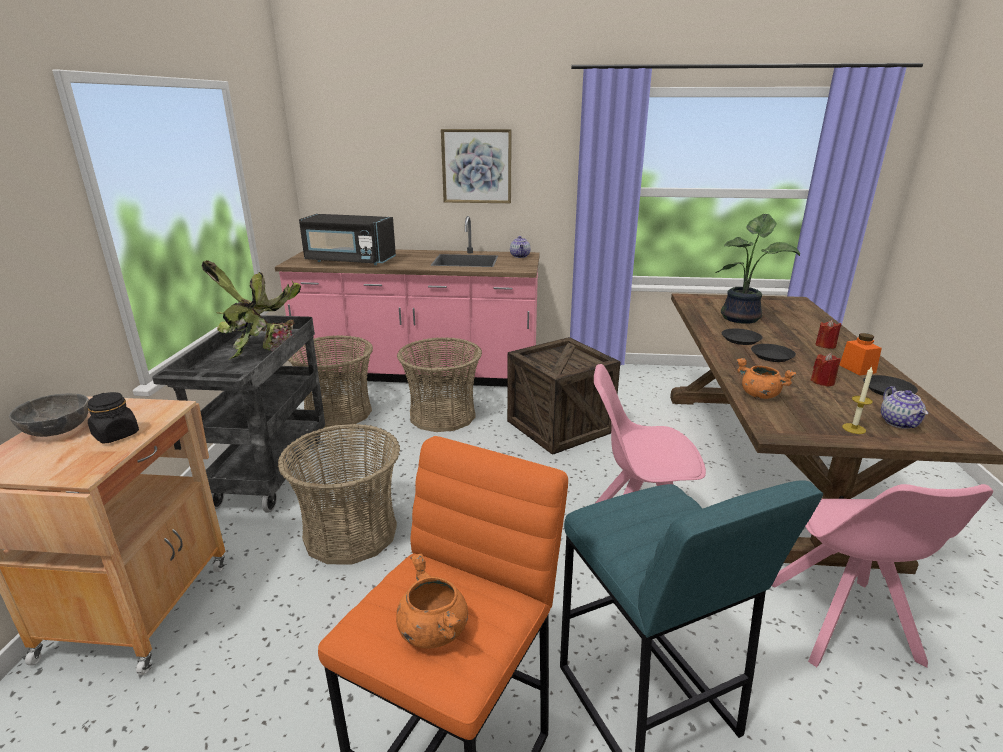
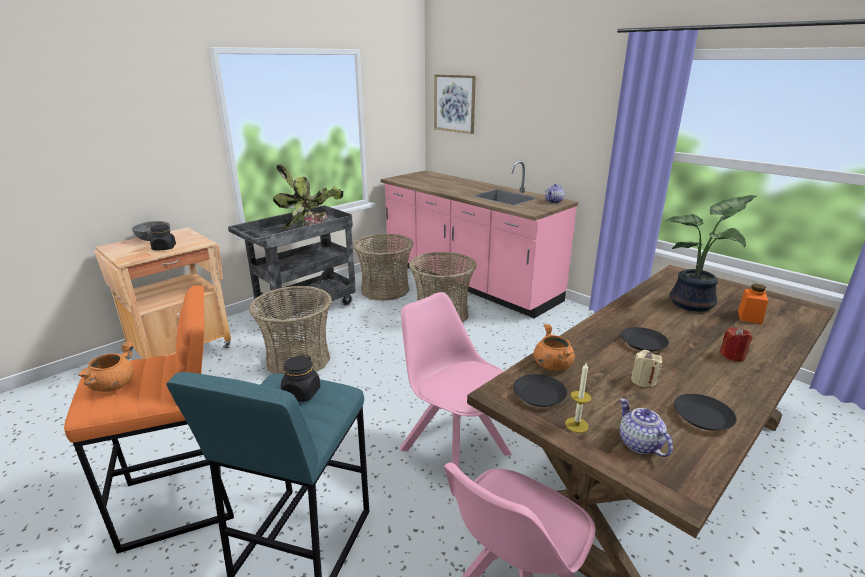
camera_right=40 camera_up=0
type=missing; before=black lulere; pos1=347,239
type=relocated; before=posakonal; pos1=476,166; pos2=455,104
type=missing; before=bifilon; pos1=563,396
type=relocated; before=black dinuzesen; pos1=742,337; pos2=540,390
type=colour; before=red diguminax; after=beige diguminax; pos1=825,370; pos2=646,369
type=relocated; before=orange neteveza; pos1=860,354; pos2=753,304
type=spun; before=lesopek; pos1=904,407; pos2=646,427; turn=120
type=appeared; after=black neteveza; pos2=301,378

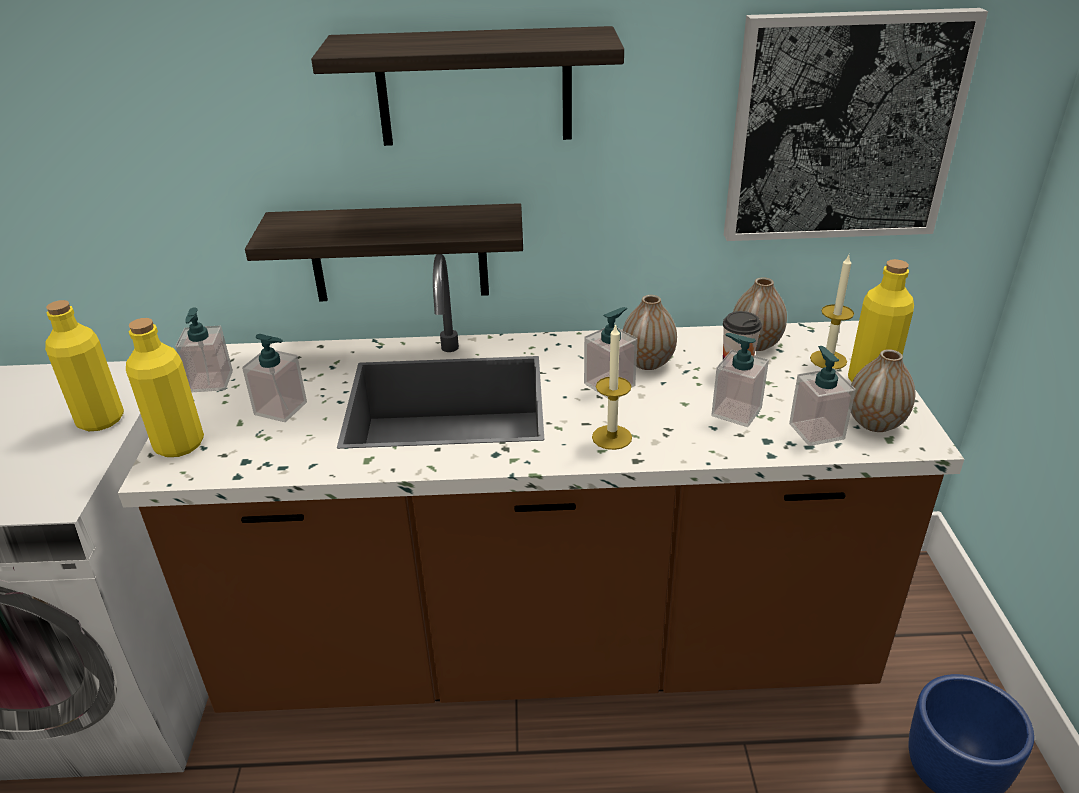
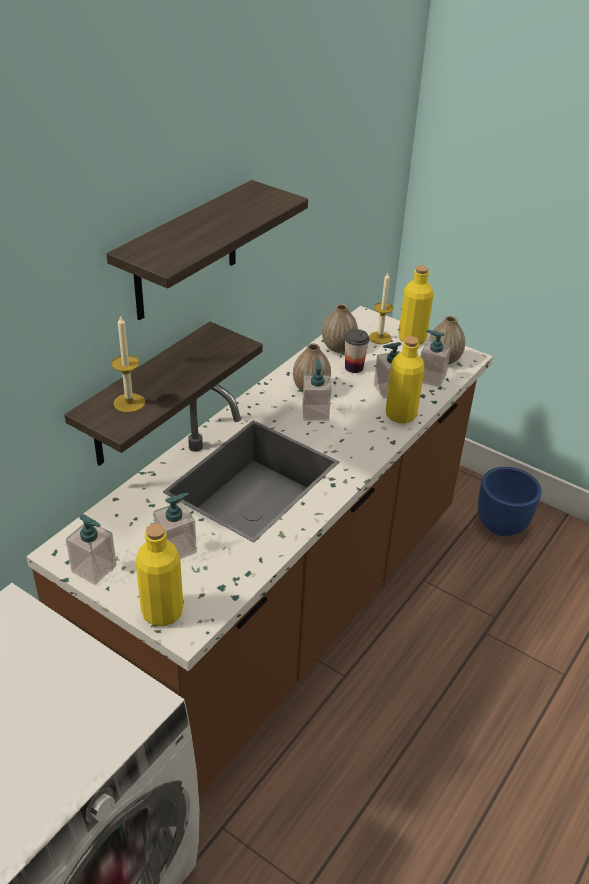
camera_right=-55 camera_up=5
type=relocated; before=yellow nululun; pos1=84,365; pos2=405,379
type=relocated; before=diguminax; pos1=612,386; pos2=128,363
type=missing; before=posakonal; pos1=856,124

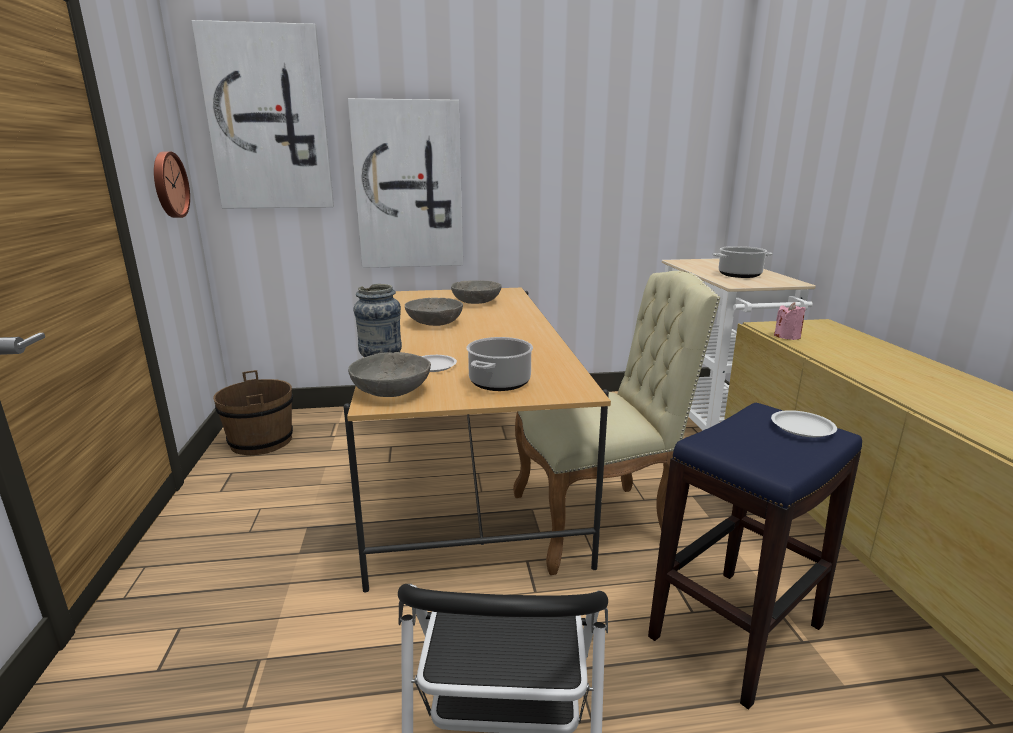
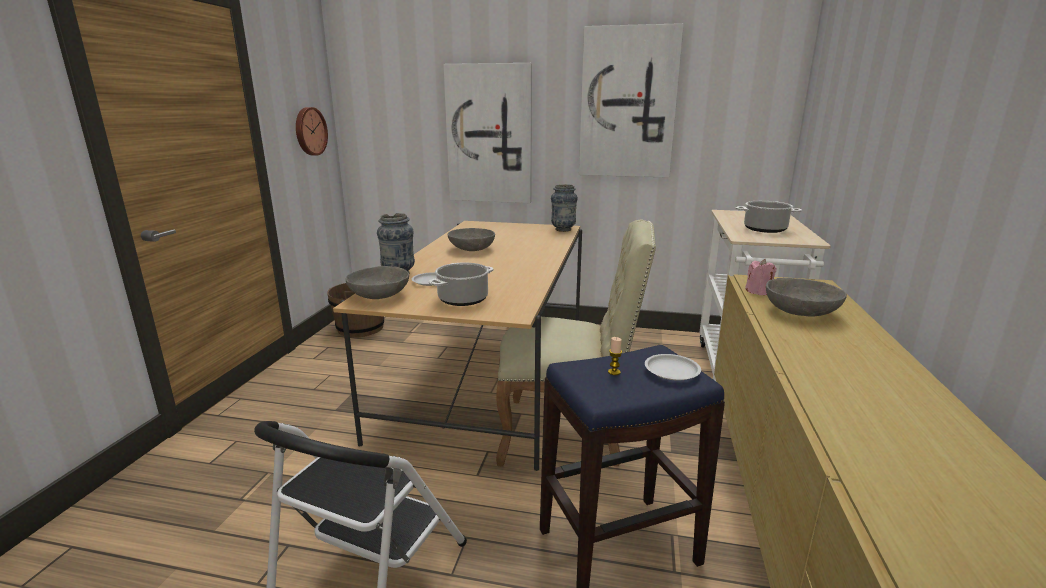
camera_right=20 camera_up=0
type=relocated; before=posakonal; pos1=262,114; pos2=631,100
type=relocated; before=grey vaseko; pos1=476,292; pos2=806,297
type=appeared; after=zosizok; pos2=564,208
type=appeared; after=diguminax; pos2=615,356

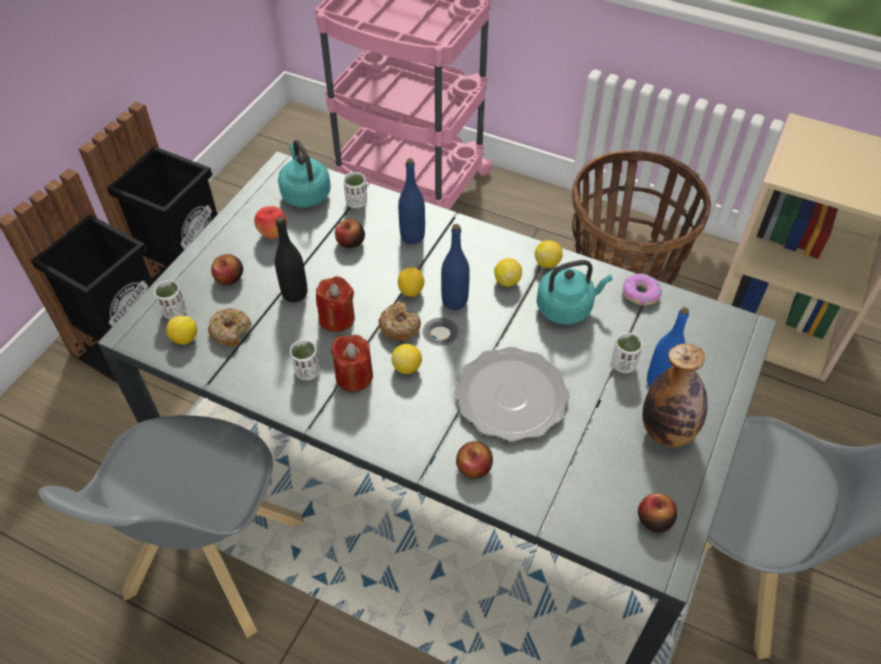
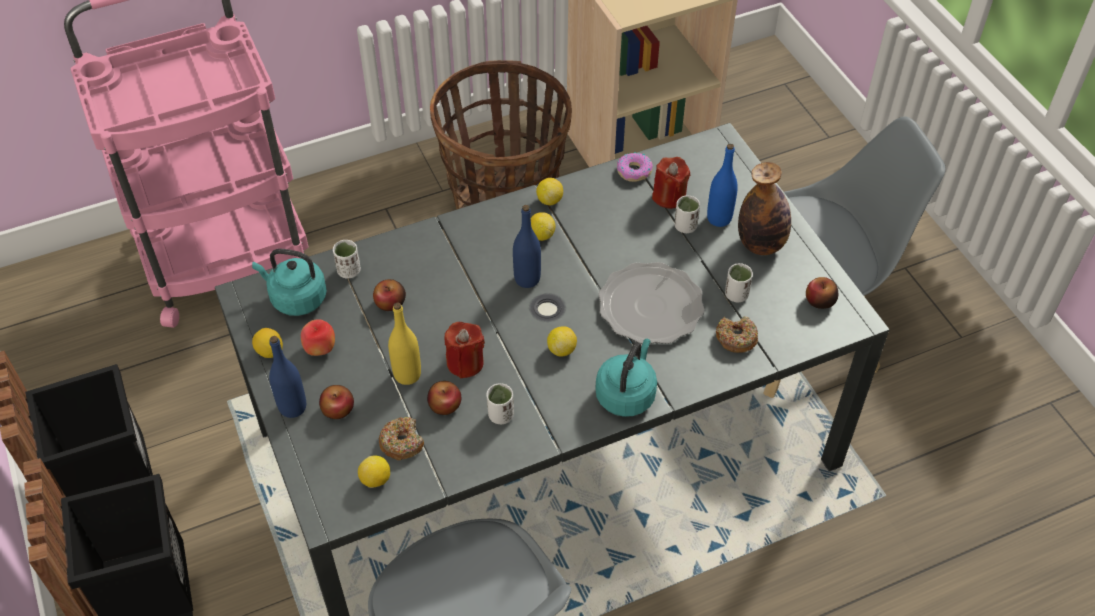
camera_right=-50 camera_up=0
type=relocated; before=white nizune; pos1=170,299; pos2=739,282
type=colour; before=black nululun; after=yellow nululun; pos1=291,259; pos2=404,343
type=relocated; before=red diguminax; pos1=352,363; pos2=671,183
type=relocated; before=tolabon; pos1=400,321; pos2=737,334
type=relocated; before=blue nululun; pos1=411,201; pos2=287,377
type=relocated; before=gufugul; pos1=411,282; pos2=267,343
type=relocated; before=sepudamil; pos1=474,459; pos2=444,398
type=relocated; before=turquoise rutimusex; pos1=574,292; pos2=626,378

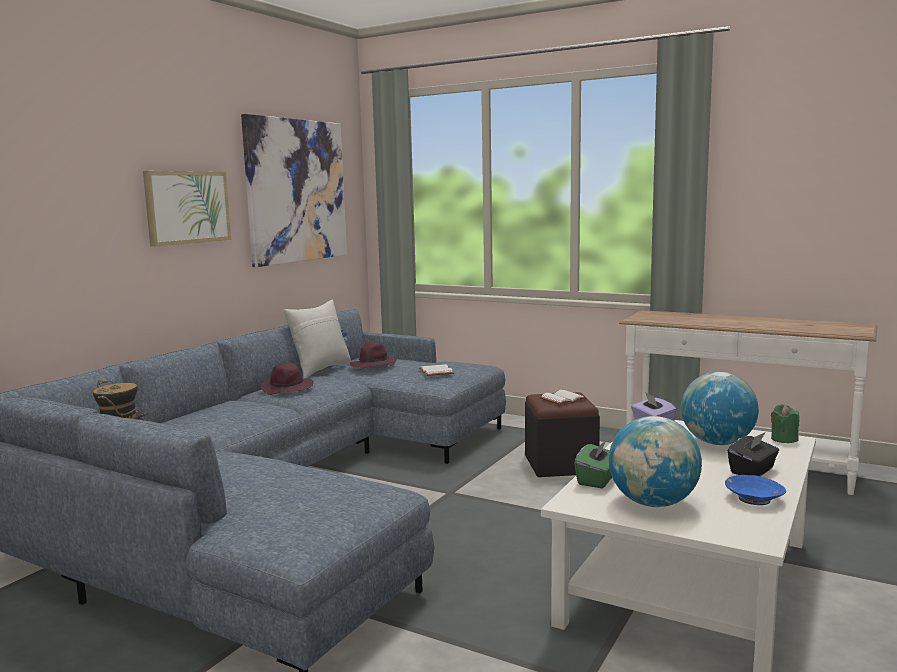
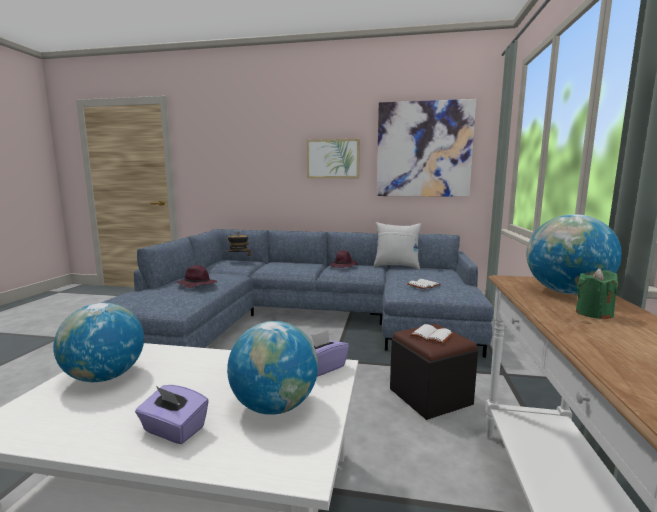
camera_right=70 camera_up=0
type=relocated; before=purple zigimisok; pos1=373,355; pos2=197,276
type=missing; before=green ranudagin; pos1=593,463
type=missing; before=blue vaseko; pos1=755,490
type=colour; before=black ranudagin; after=purple ranudagin; pos1=753,454; pos2=172,414
type=relocated; before=green diguminax; pos1=785,424; pos2=597,293
type=appeared; after=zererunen; pos2=574,254

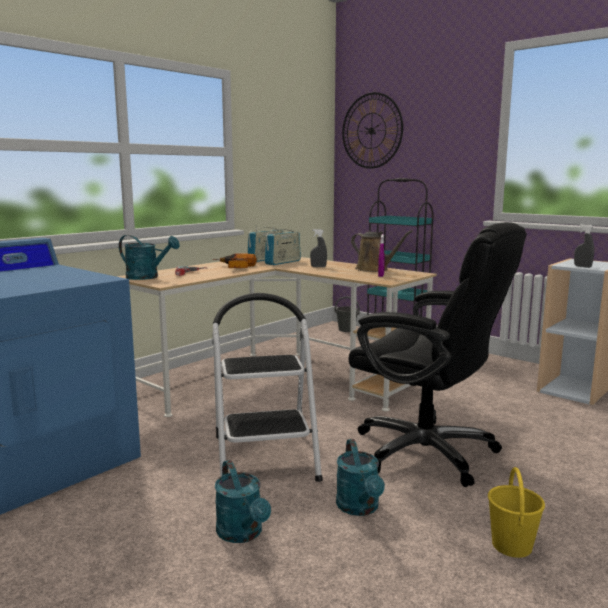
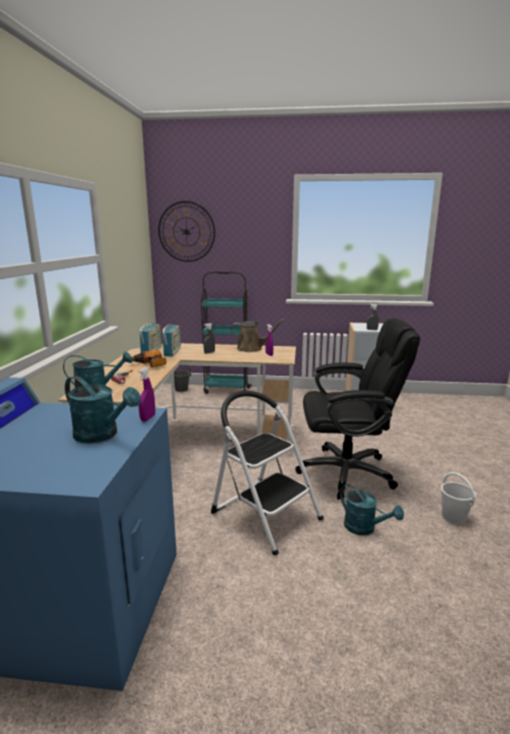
camera_right=-35 camera_up=5
type=relocated; before=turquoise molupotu; pos1=243,501; pos2=103,409
type=colour; before=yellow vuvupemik; after=white vuvupemik; pos1=516,512; pos2=458,498
type=appeared; after=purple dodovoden; pos2=146,394

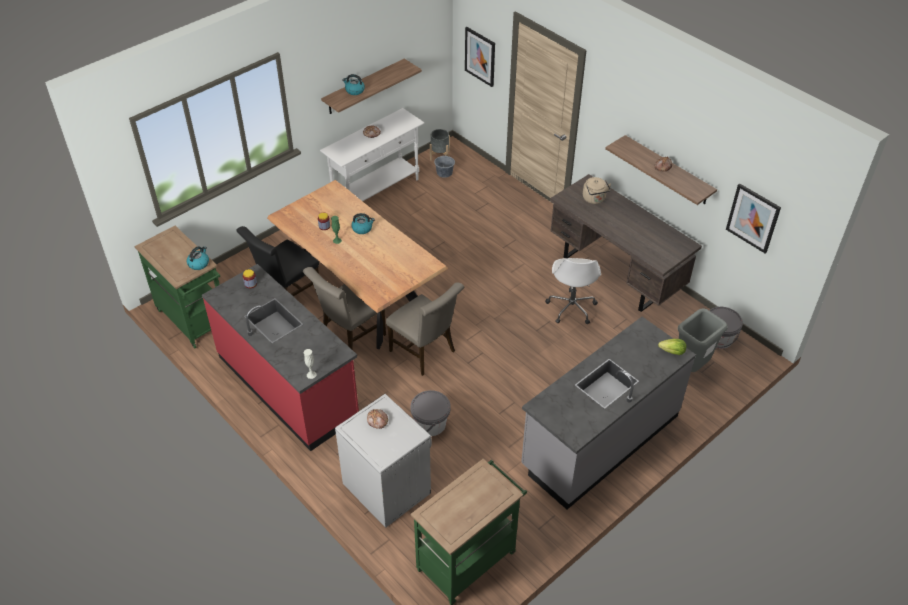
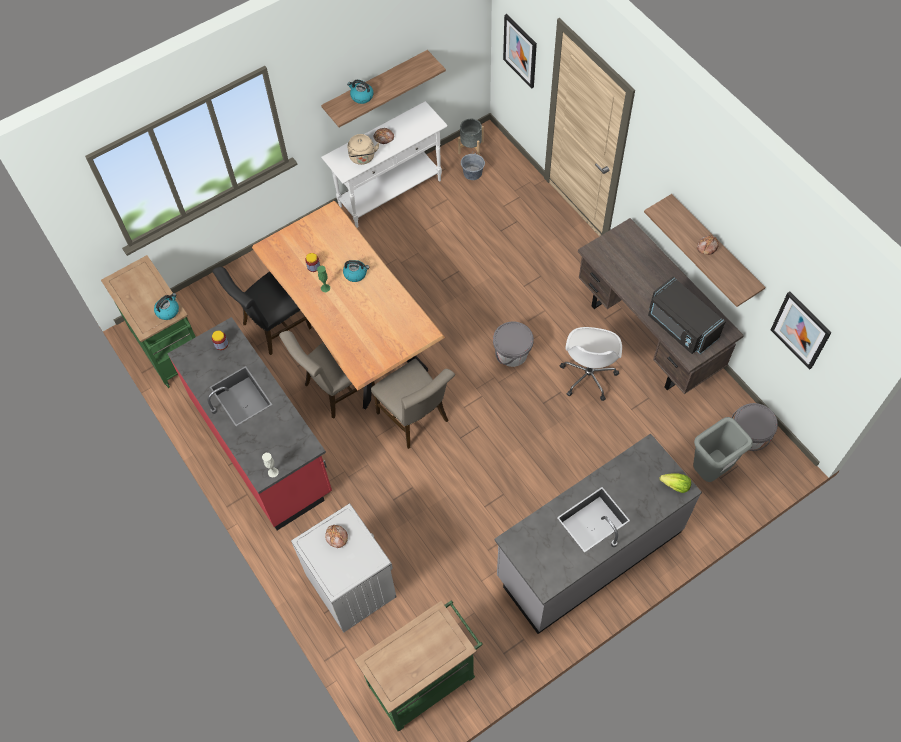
camera_right=10 camera_up=15
type=relocated; before=grey vuvupemik; pos1=430,413; pos2=513,344
type=relocated; before=beige rutimusex; pos1=597,190; pos2=364,149
type=appeared; after=black lulere; pos2=687,315

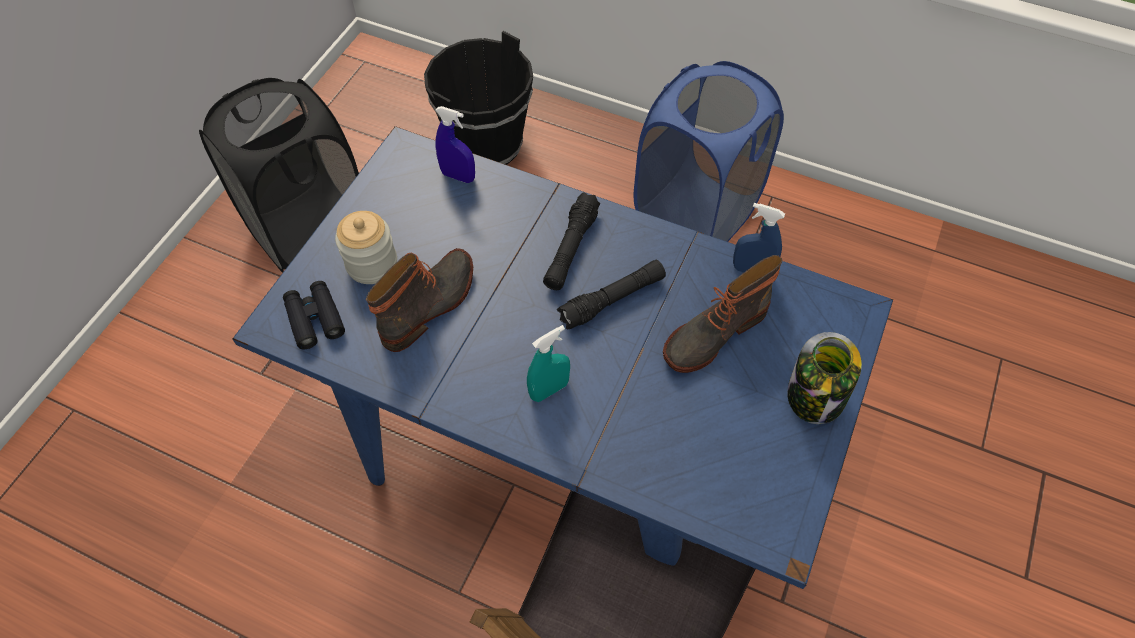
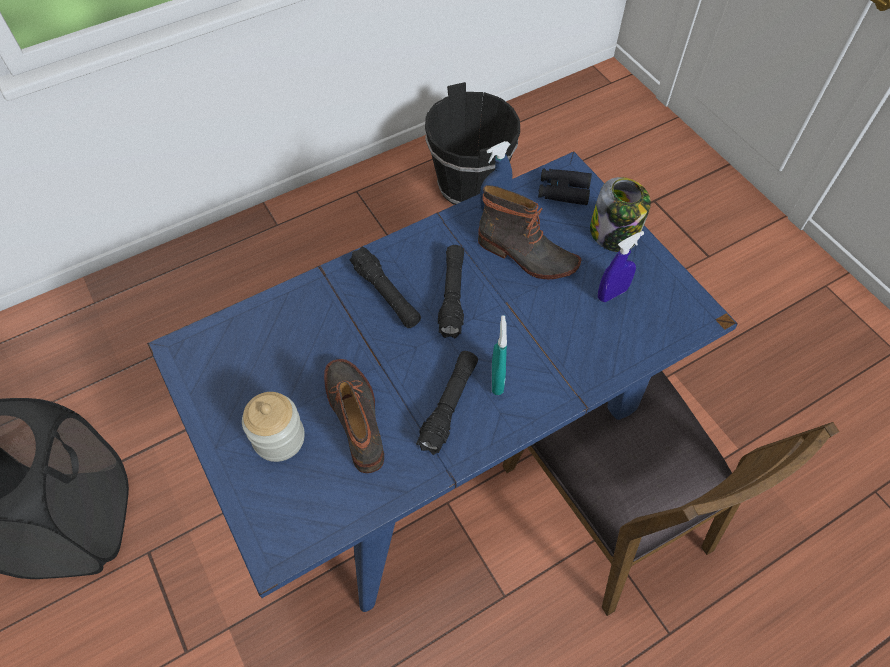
camera_right=-55 camera_up=0
type=relocated; before=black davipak; pos1=314,315; pos2=565,186
type=relocated; before=black vuvupemik; pos1=478,98; pos2=472,143
type=relocated; before=blue dodovoden; pos1=455,144; pos2=621,266
type=missing; before=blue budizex; pos1=709,151
type=spun; before=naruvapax; pos1=723,314; pos2=529,232; turn=-60
type=appeared; after=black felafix; pos2=447,403

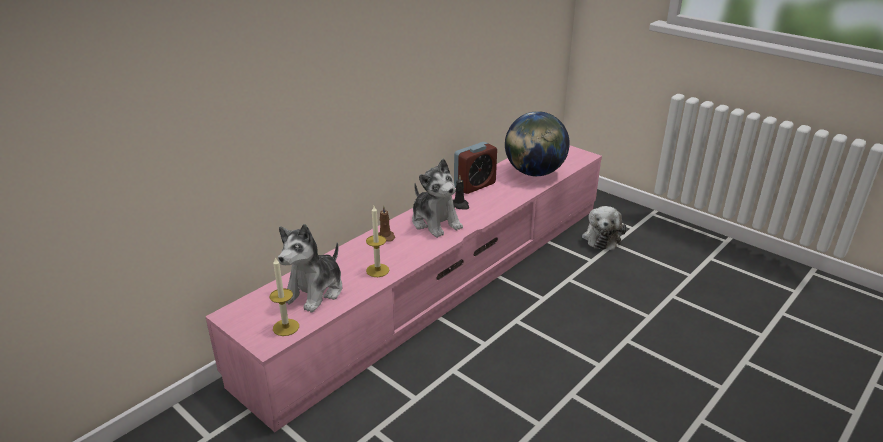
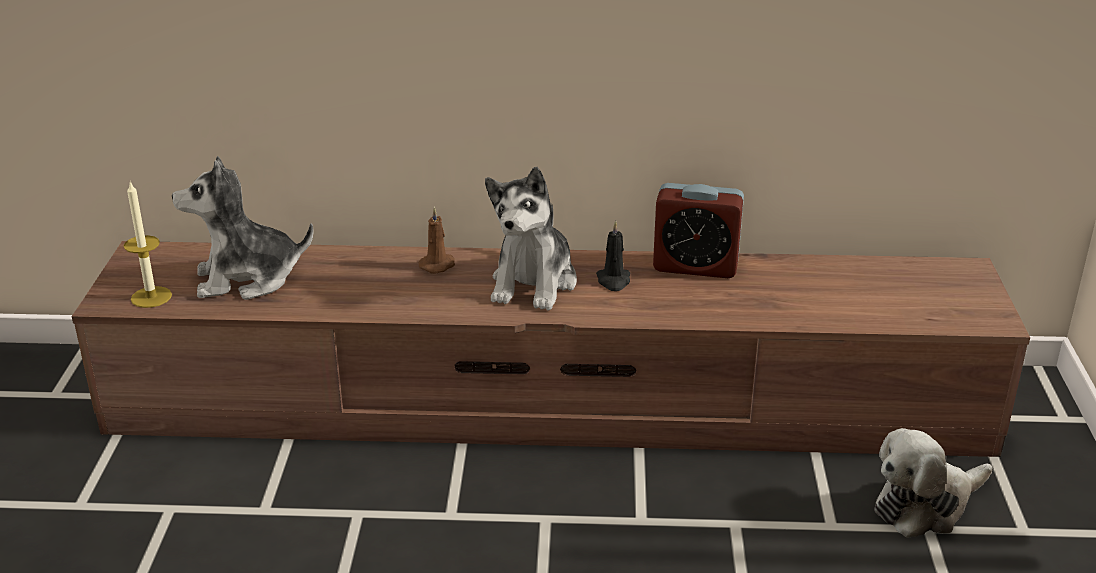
camera_right=50 camera_up=0
type=colour; before=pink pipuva; after=brown pipuva; pos1=403,288; pos2=550,349
type=missing; before=diguminax; pos1=377,241
type=missing; before=zererunen; pos1=537,143

